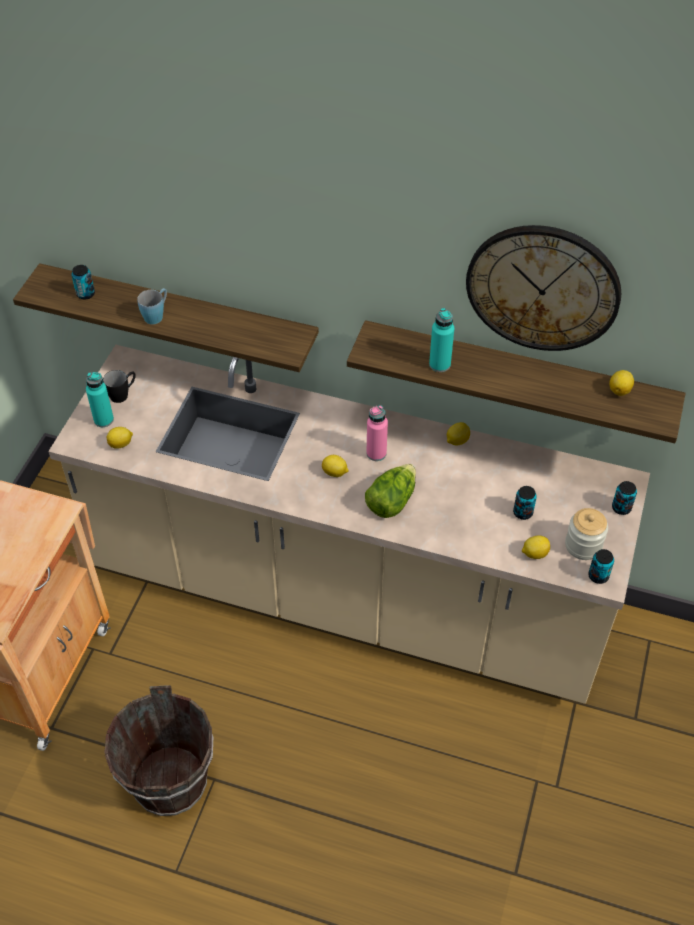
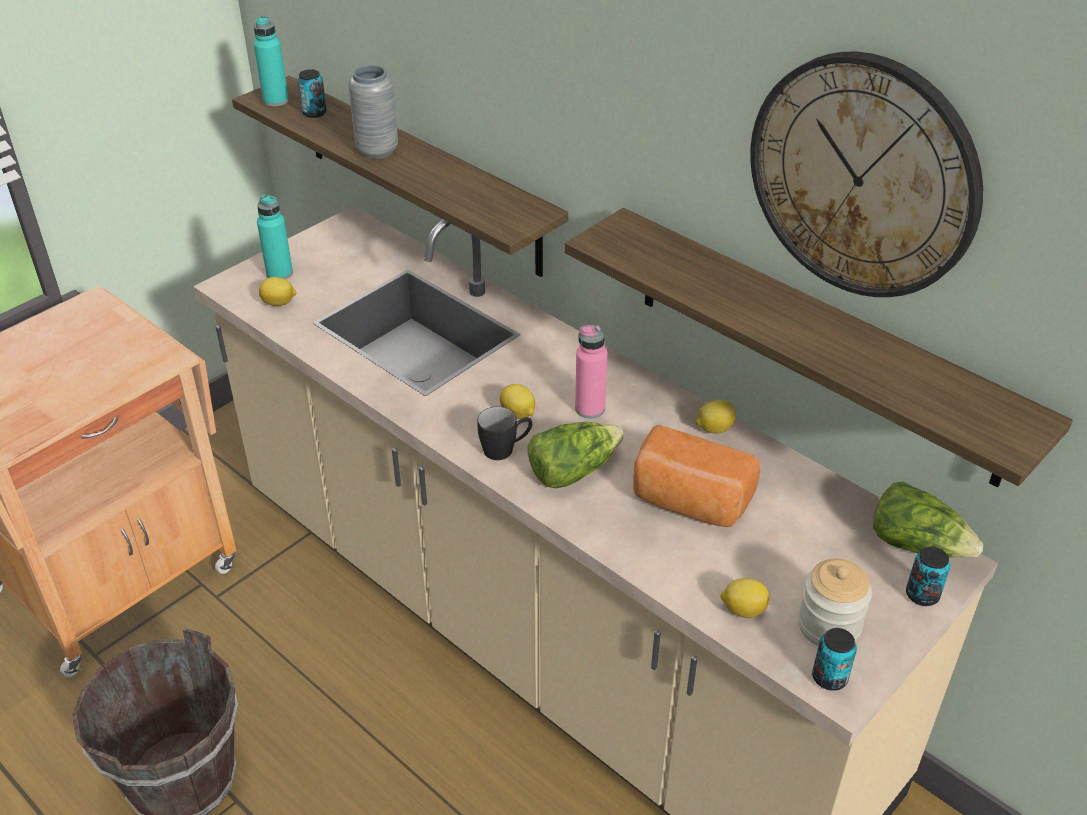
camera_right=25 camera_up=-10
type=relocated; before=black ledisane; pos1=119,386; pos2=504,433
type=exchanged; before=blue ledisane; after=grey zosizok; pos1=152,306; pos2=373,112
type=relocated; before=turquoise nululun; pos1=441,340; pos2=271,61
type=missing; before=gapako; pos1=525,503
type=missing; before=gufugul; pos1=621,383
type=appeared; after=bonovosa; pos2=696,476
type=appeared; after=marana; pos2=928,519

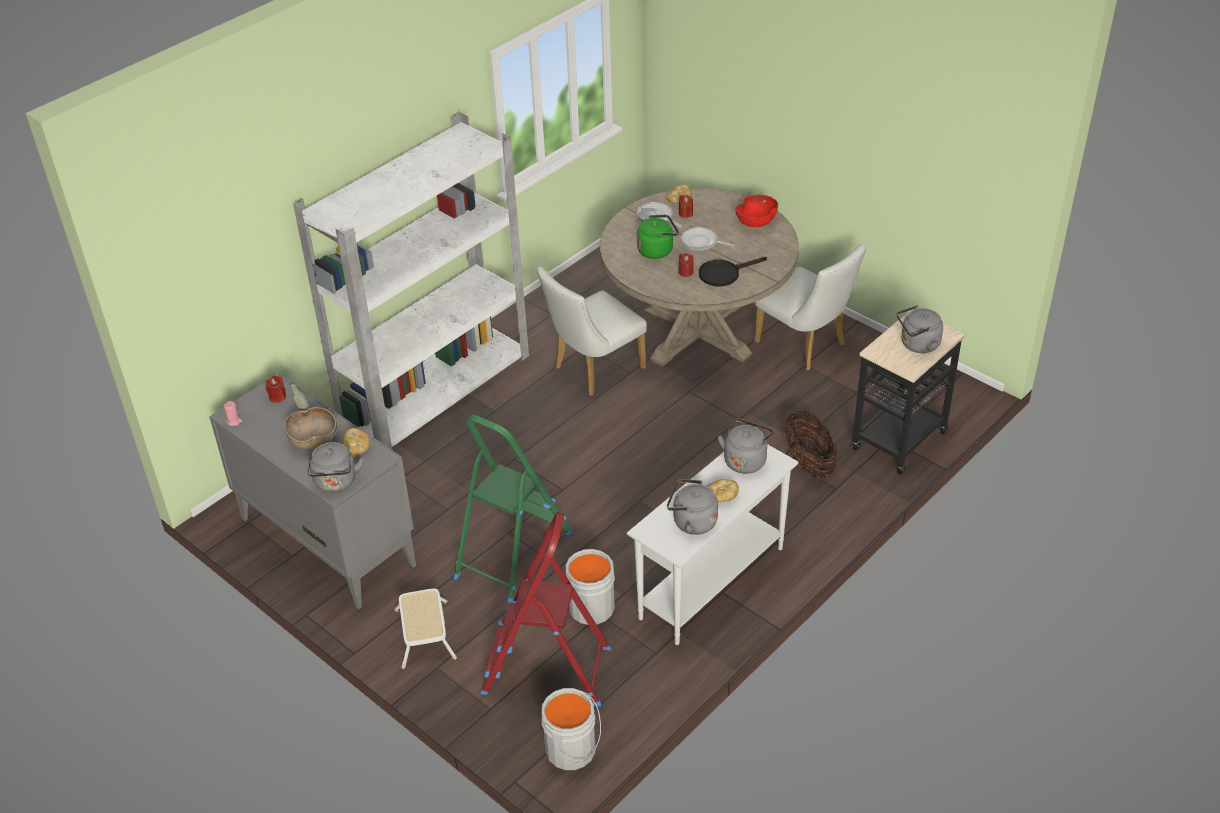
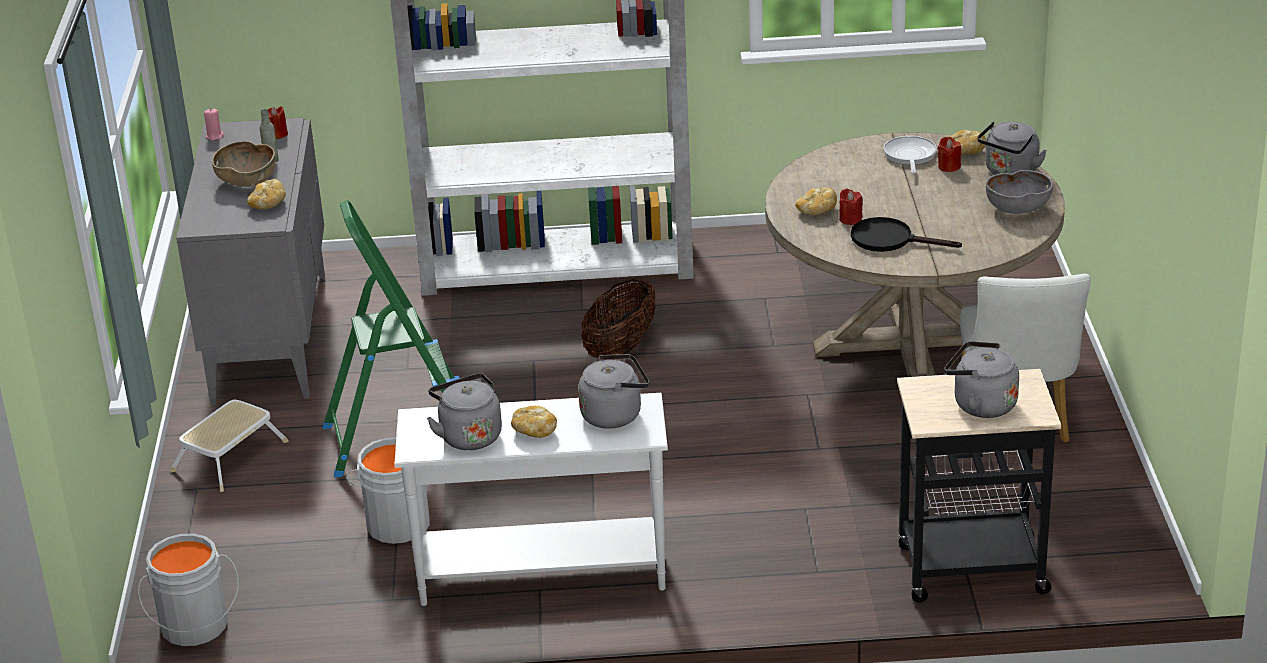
camera_right=45 camera_up=-10
type=relocated; before=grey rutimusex; pos1=335,467; pos2=1012,148
type=missing; before=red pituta; pos1=545,609
type=missing; before=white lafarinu; pos1=592,331
type=missing; before=green rutimusex; pos1=658,237
type=missing; before=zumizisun; pos1=708,239
type=colour; before=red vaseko; after=grey vaseko; pos1=757,210; pos2=1019,192
type=relocated; before=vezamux; pos1=811,444; pos2=618,319
type=appeared; after=bonovosa; pos2=816,201

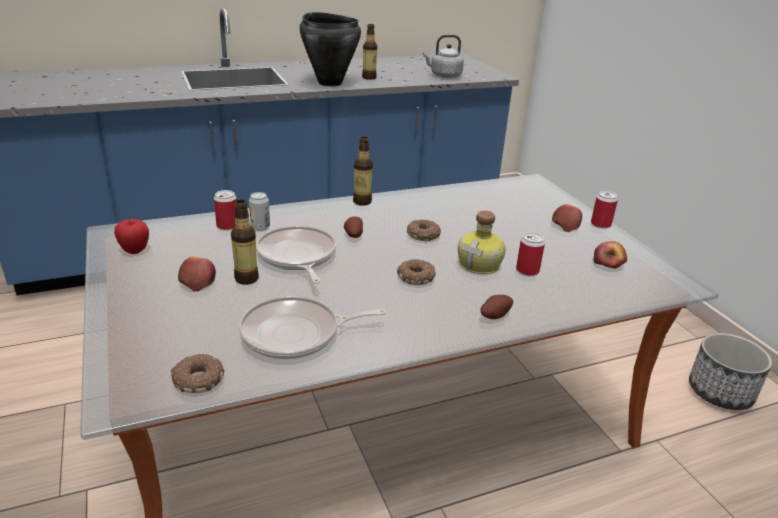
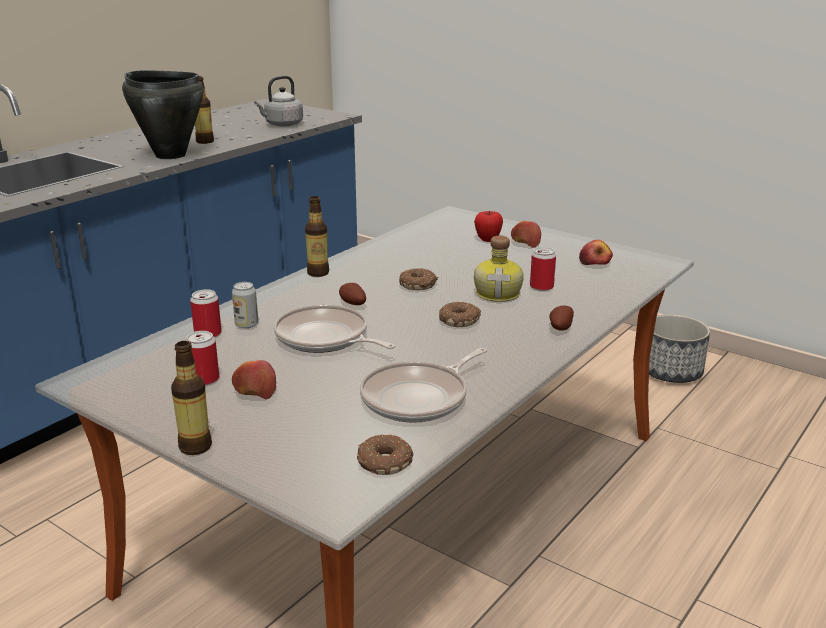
camera_right=-30 camera_up=-5
type=relocated; before=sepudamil; pos1=131,236; pos2=488,226
type=relocated; before=nululun; pos1=245,242; pos2=191,398
type=relocated; before=gapako; pos1=604,209; pos2=202,358

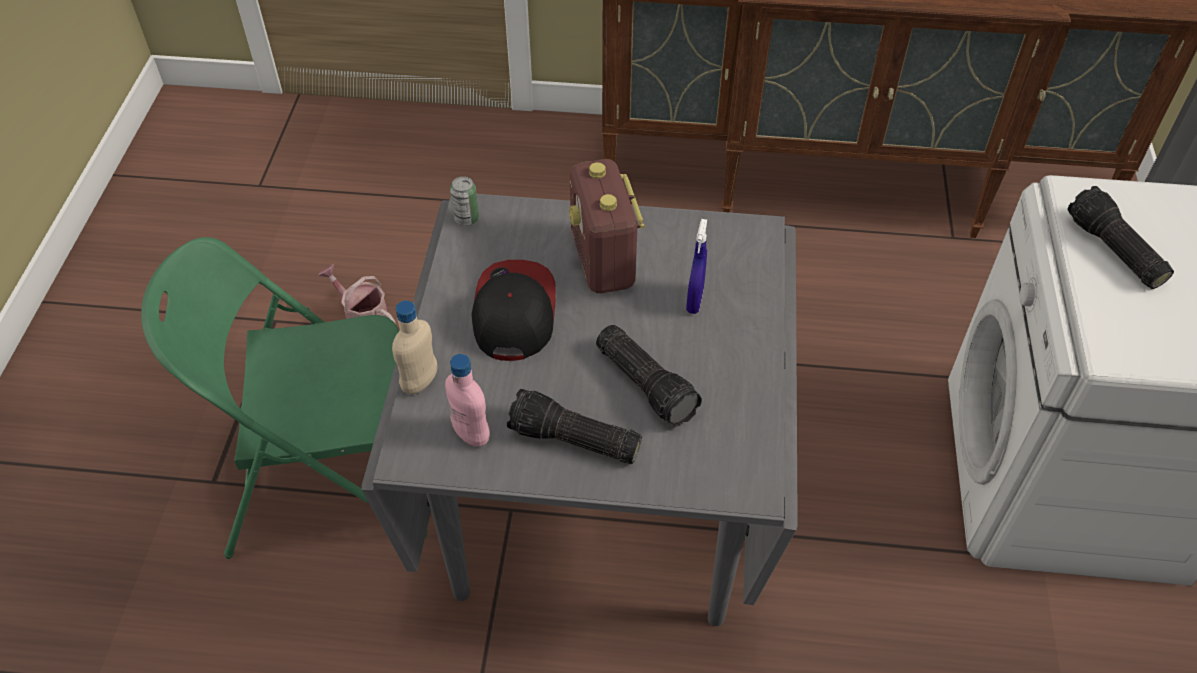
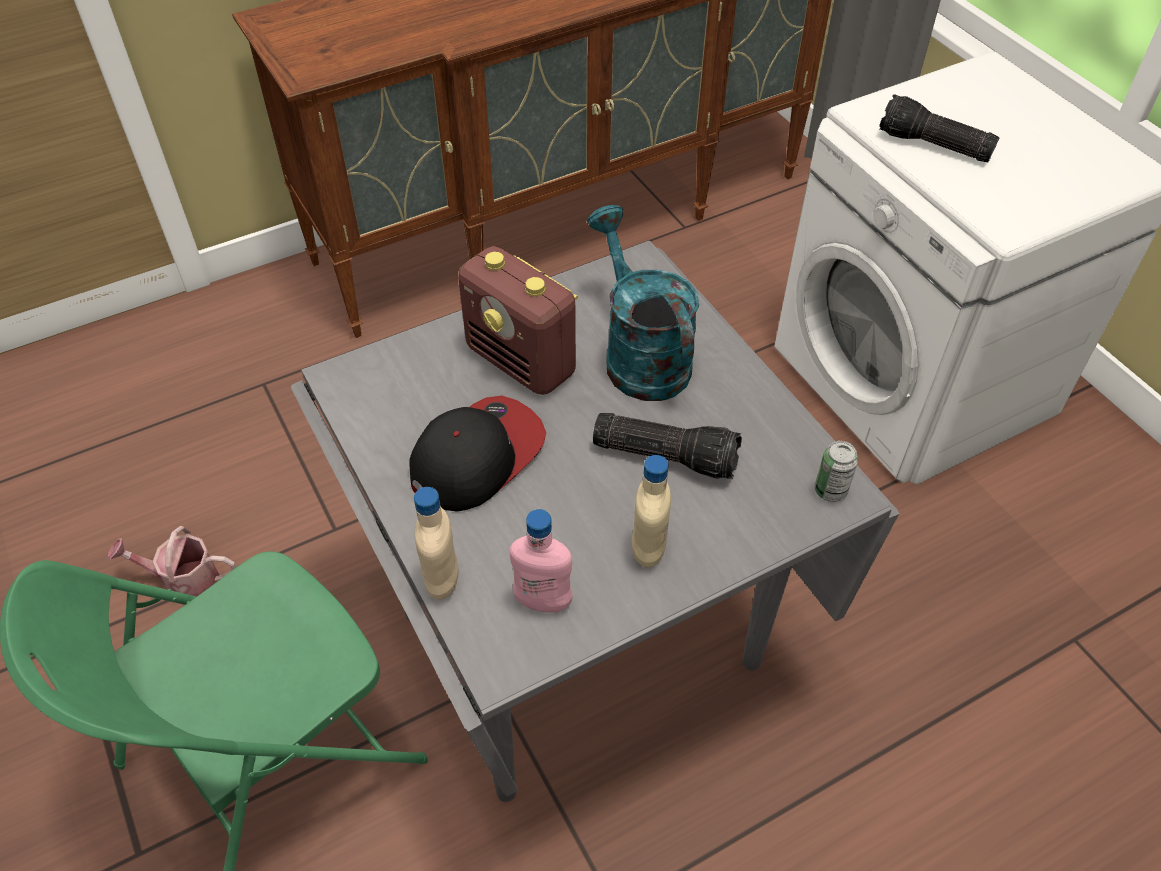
camera_right=-35 camera_up=0
type=relocated; before=gapako; pos1=464,201; pos2=836,471
type=spun; before=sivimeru; pos1=514,310; pos2=477,453; turn=75
type=exchanged; before=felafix; after=beige nululun; pos1=574,426; pos2=651,511
type=exchanged; before=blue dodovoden; after=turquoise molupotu; pos1=696,266; pos2=643,303

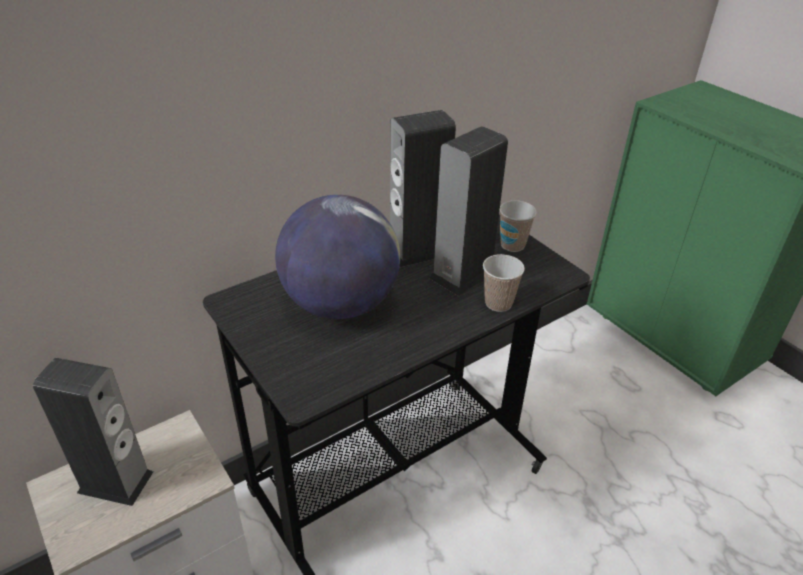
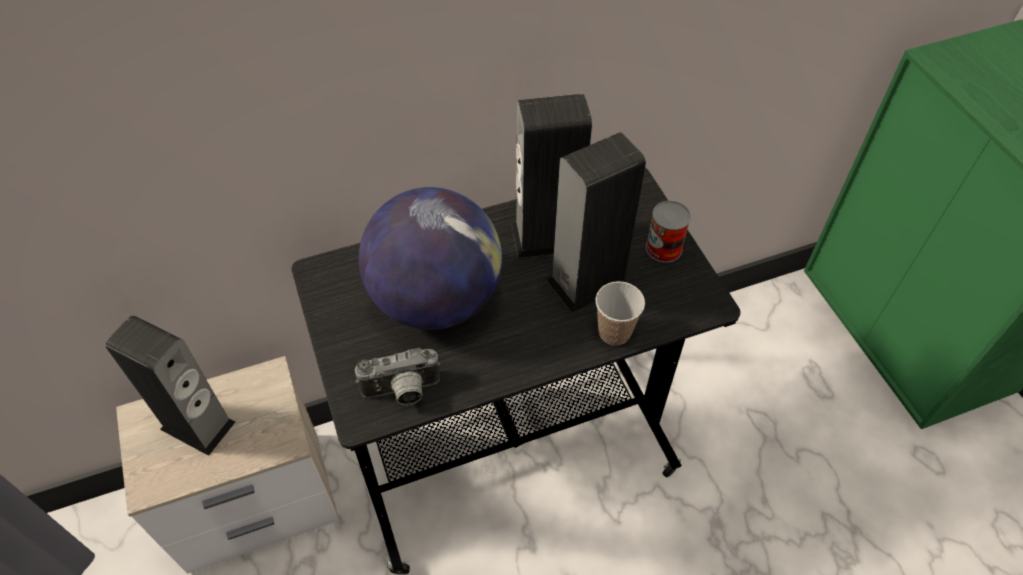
camera_right=15 camera_up=15
type=exchanged; before=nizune; after=gapako; pos1=518,226; pos2=668,232
type=appeared; after=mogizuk; pos2=398,376

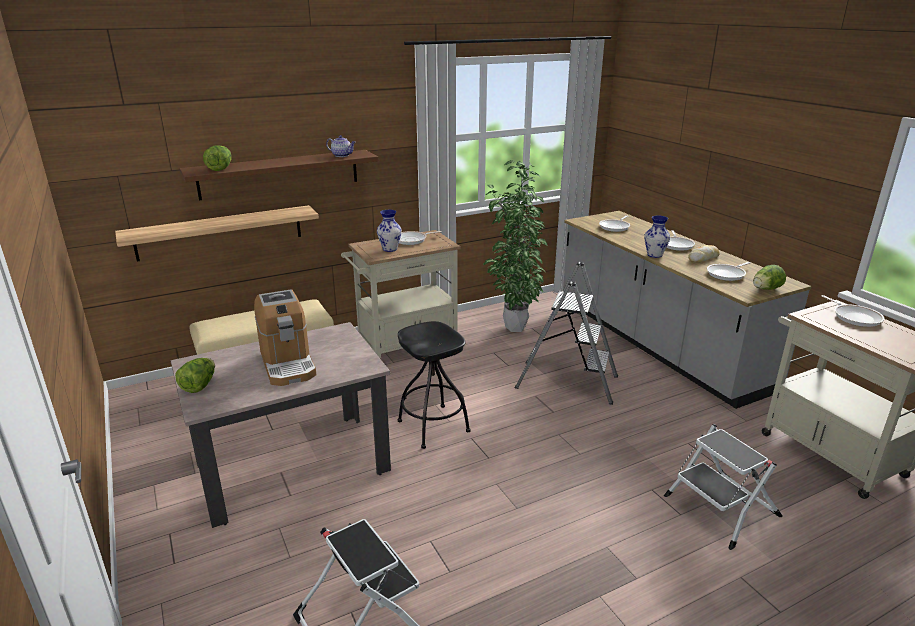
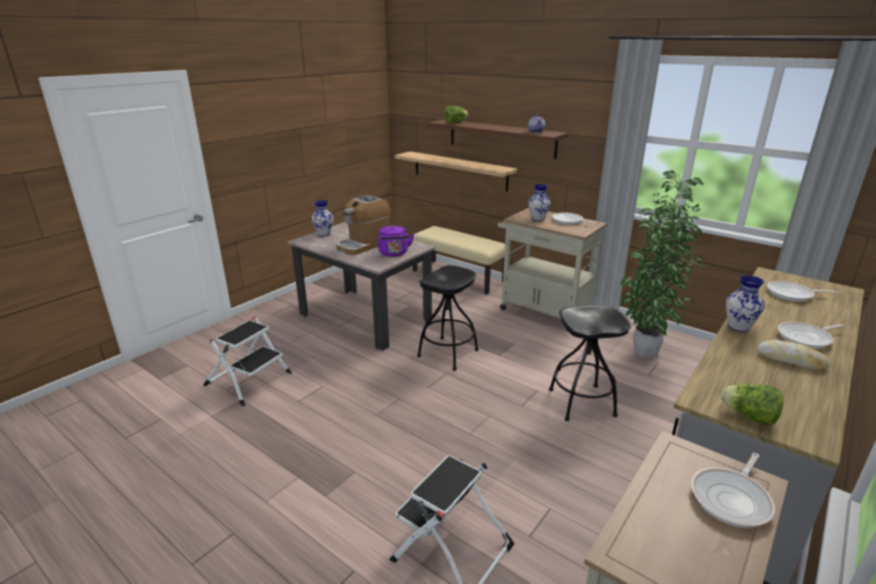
camera_right=65 camera_up=0
type=exchanged; before=marana; after=zosizok; pos1=195,375; pos2=322,218
type=exchanged; before=grey pituta; after=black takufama; pos1=566,333; pos2=590,363
type=missing; before=zumizisun; pos1=729,271
type=appeared; after=purple rutimusex; pos2=396,241

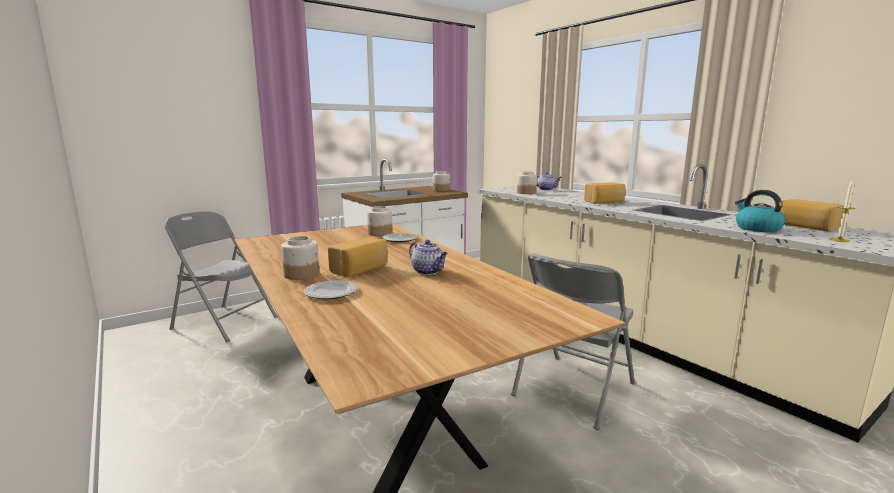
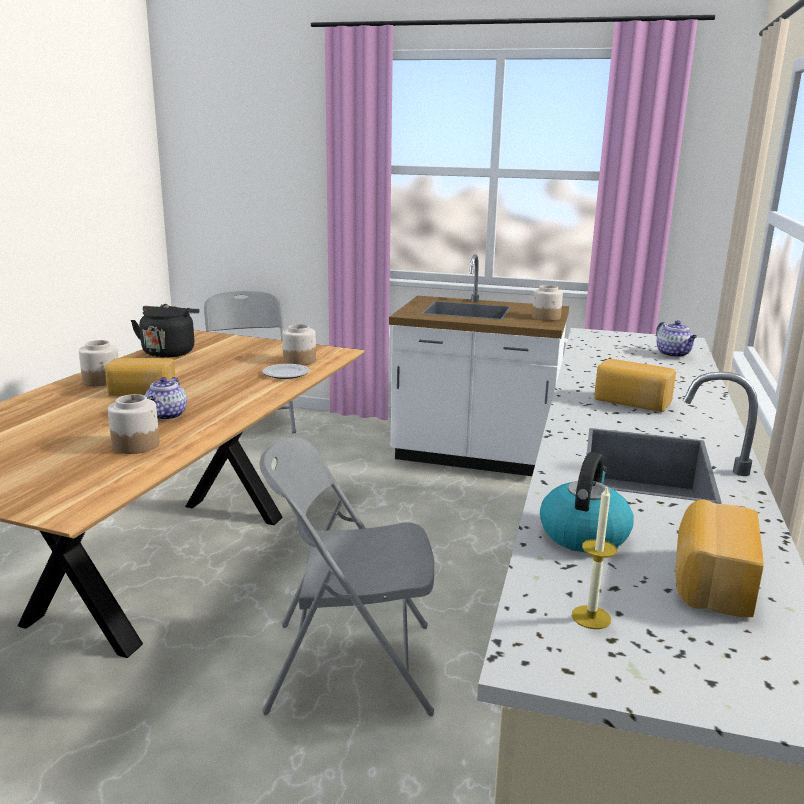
camera_right=50 camera_up=5
type=missing; before=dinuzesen; pos1=331,290
type=relocated; before=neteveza; pos1=527,183; pos2=134,424
type=appeared; after=black rutimusex; pos2=165,331

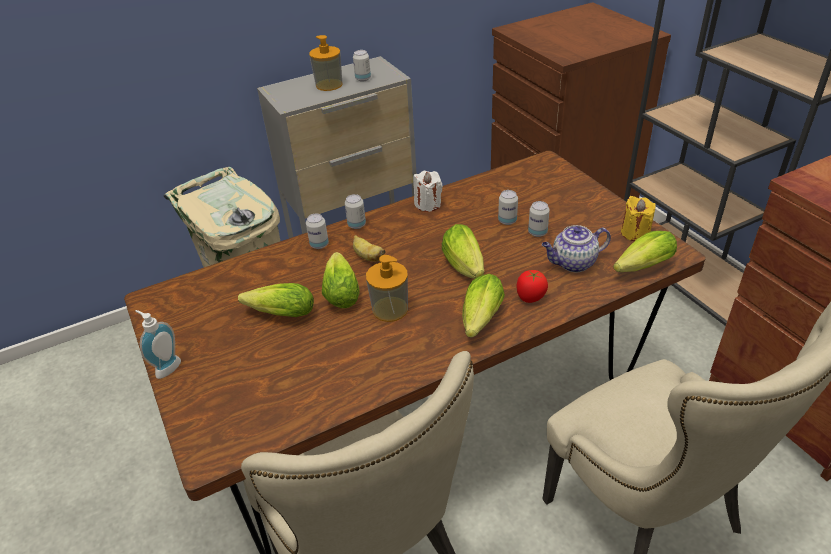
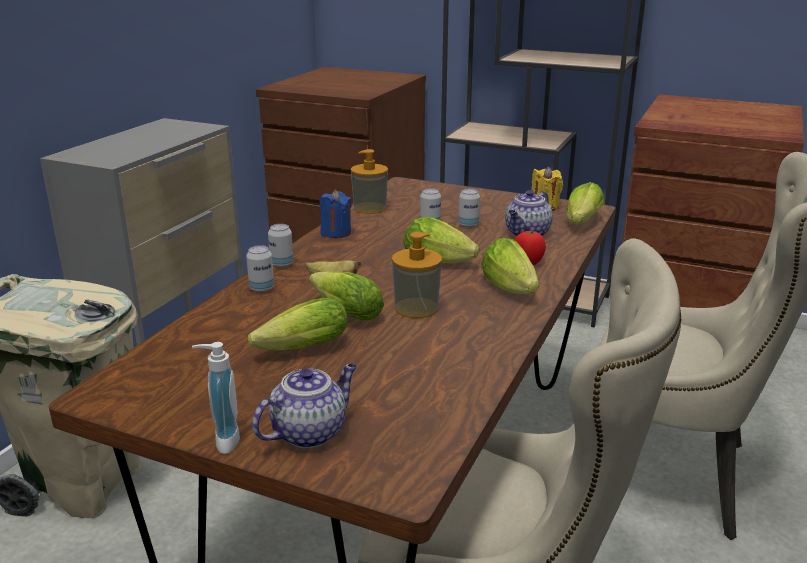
camera_right=-40 camera_up=-15
type=relocated; before=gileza; pos1=326,63; pos2=369,181
type=missing; before=gapako; pos1=362,66
type=colour; before=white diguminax; after=blue diguminax; pos1=428,191; pos2=335,214
type=appeared; after=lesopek; pos2=304,406

